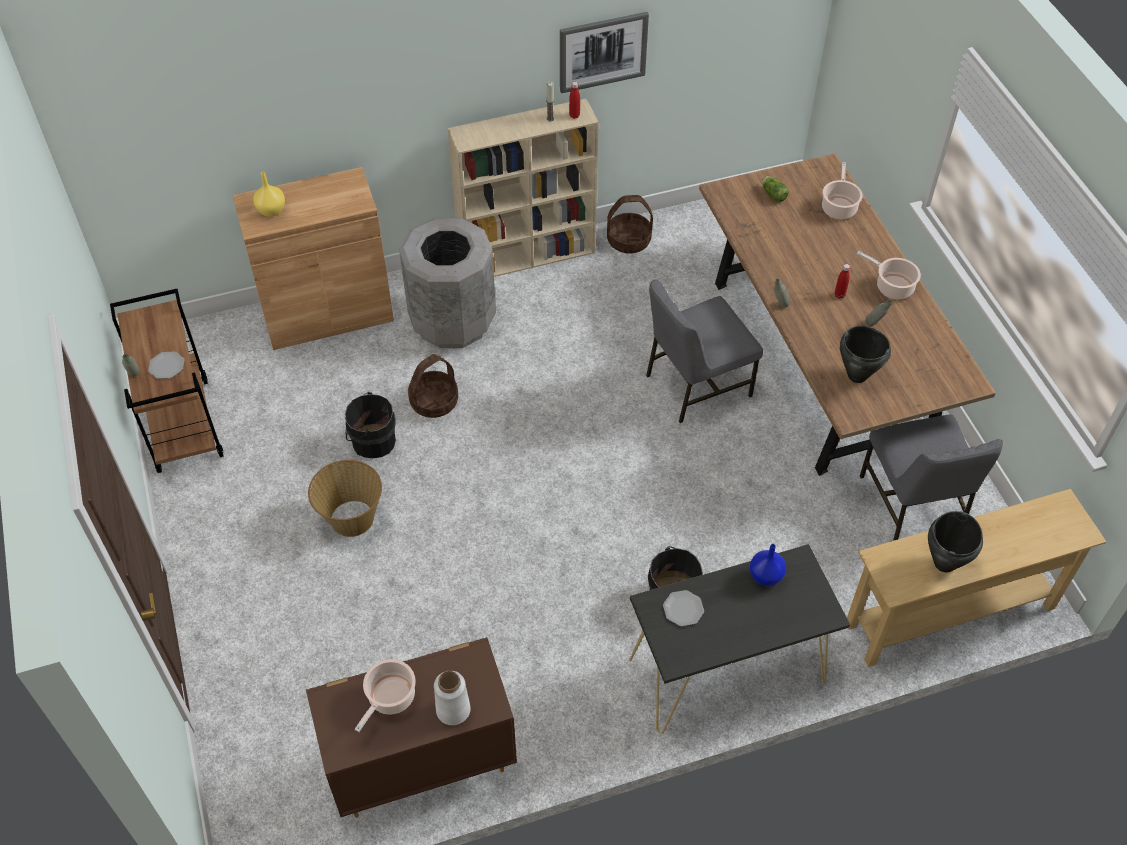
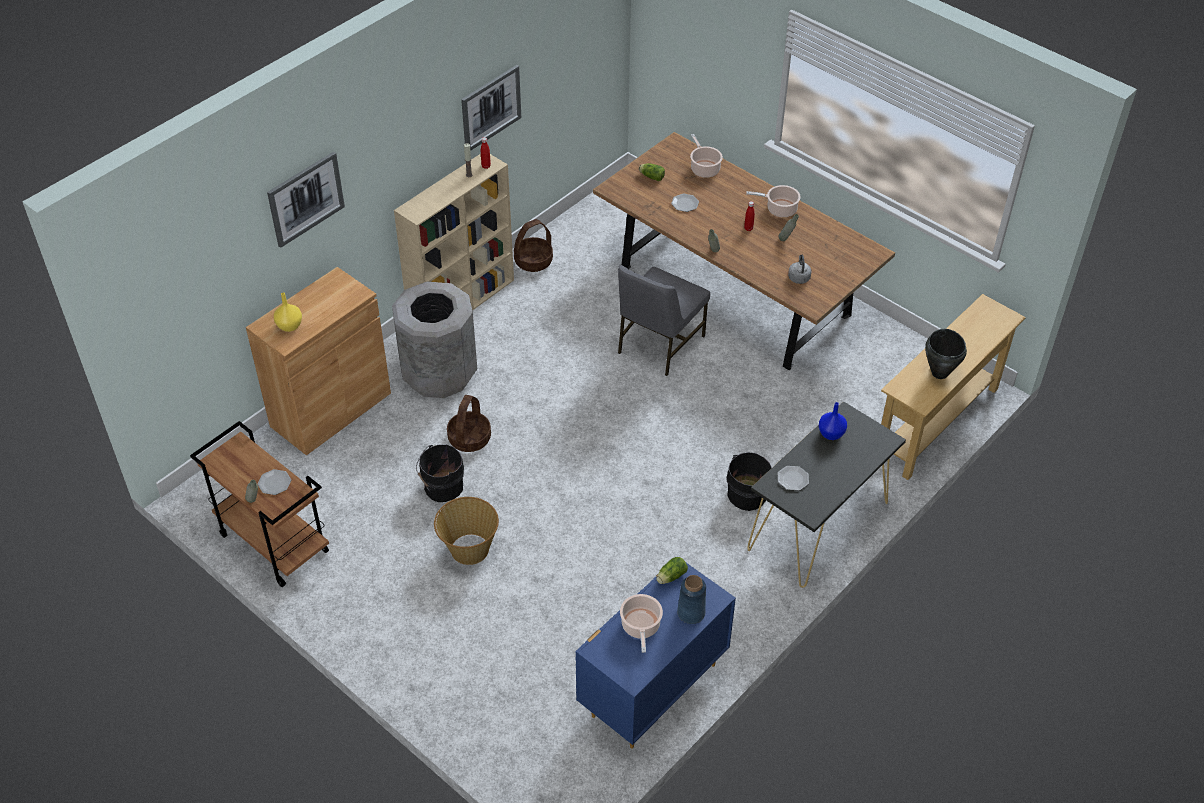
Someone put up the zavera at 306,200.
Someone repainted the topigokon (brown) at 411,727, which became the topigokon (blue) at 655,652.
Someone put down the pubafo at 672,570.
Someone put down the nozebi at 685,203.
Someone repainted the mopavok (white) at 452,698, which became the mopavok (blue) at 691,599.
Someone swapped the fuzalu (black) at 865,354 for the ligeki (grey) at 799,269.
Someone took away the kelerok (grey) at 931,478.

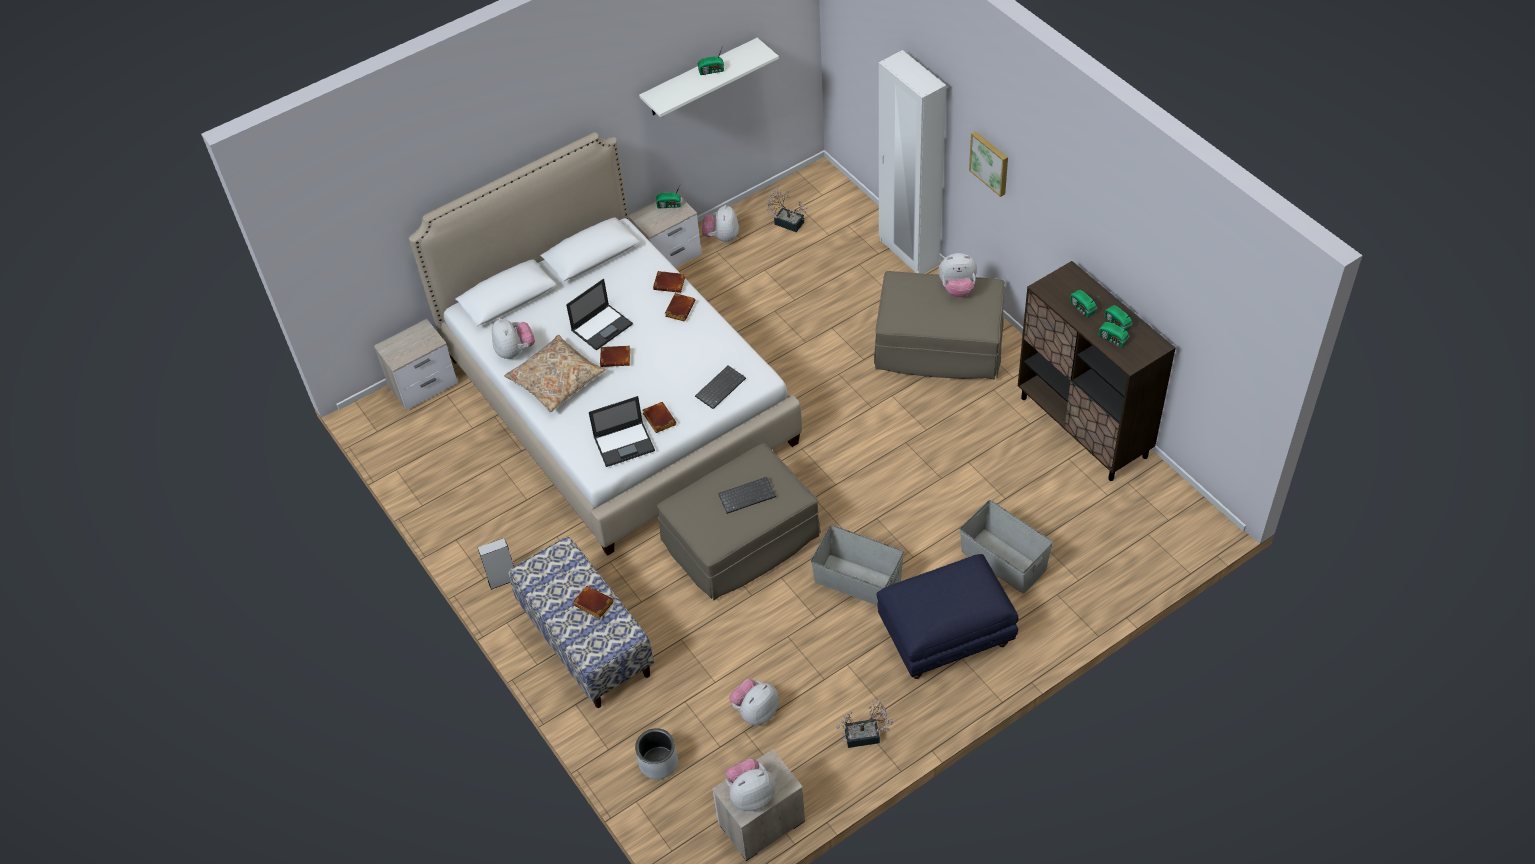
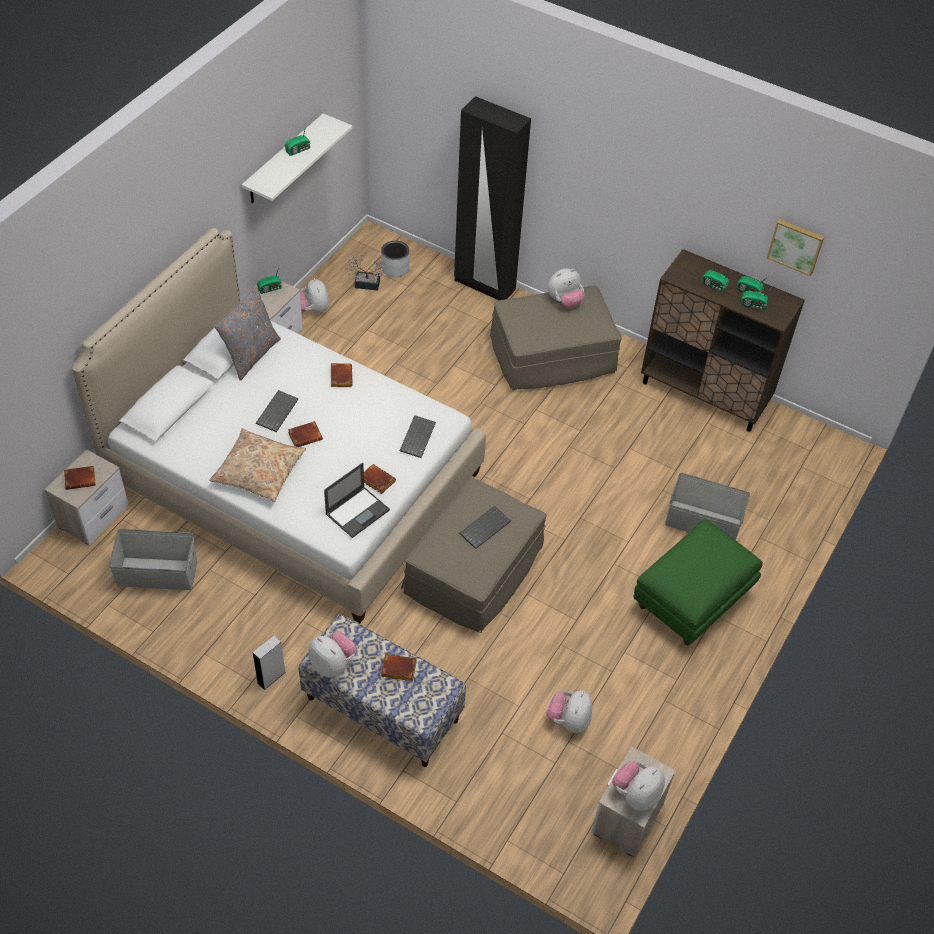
Someone carried the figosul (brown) from 669,282 to 80,478.
Someone carried the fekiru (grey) from 857,565 to 153,559.
Someone put down the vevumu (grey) at 247,333.
Someone swapped the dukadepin at 599,315 for the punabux at 277,411.
Someone carried the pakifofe from 513,338 to 332,654.
Someone carried the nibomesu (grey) from 656,753 to 395,259.
Someone repainted the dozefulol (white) at 912,162, which became the dozefulol (black) at 492,198.
Someone repainted the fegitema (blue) at 947,616, which became the fegitema (green) at 698,582.
Someone carried the zavera from 988,164 to 795,247.
Someone took away the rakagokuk at 864,723.

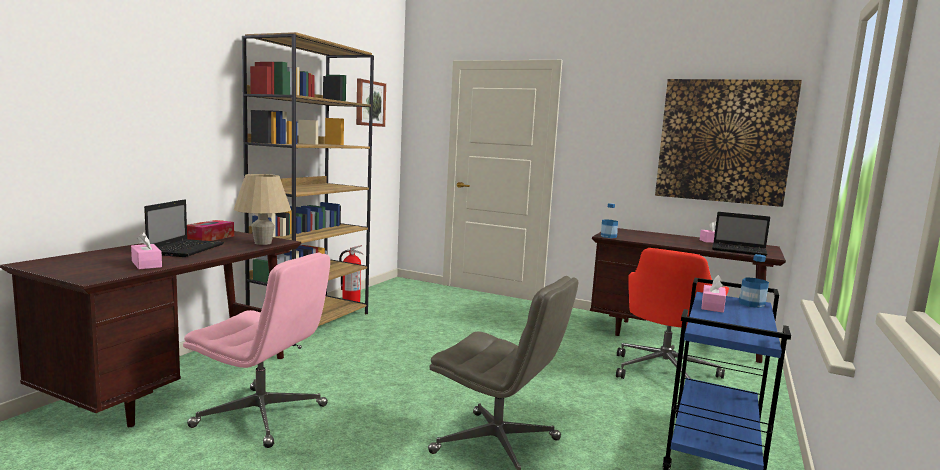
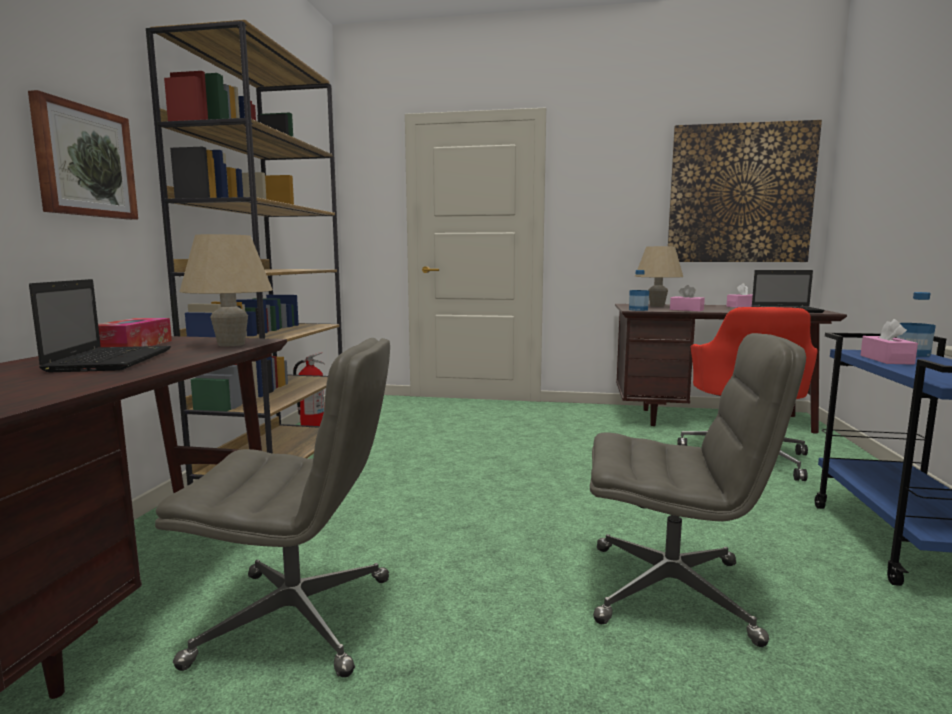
Someone carried the zavera from 371,103 to 83,155.
Someone repainted the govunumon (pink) at 256,350, which became the govunumon (grey) at 272,508.
Someone put down the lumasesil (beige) at 659,276.
Someone carried the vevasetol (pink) from 146,250 to 687,298.

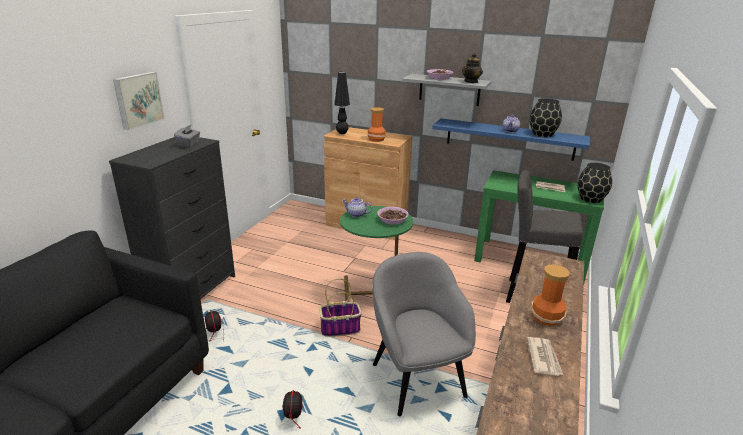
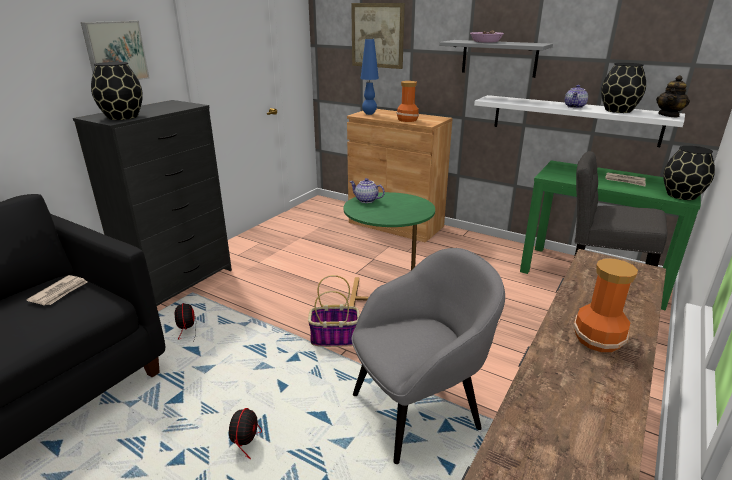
Someone carried the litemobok from 545,356 to 57,290.
Someone put down the mopavok (black) at 117,91.
Someone put up the zavera at 378,36.
Someone rotated the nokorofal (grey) at 424,334 by 75 degrees clockwise.
Someone repainted the lumasesil (black) at 342,103, which became the lumasesil (blue) at 369,77.
Someone repainted the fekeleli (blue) at 511,139, which became the fekeleli (white) at 579,121.
Someone carried the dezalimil from 472,68 to 673,96.
Someone took away the vevasetol (grey) at 187,136.
Someone took away the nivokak at 393,216.

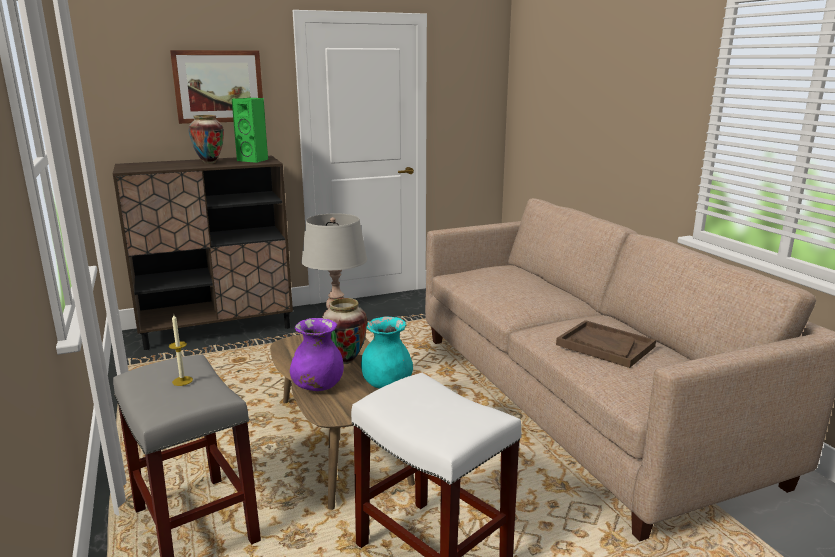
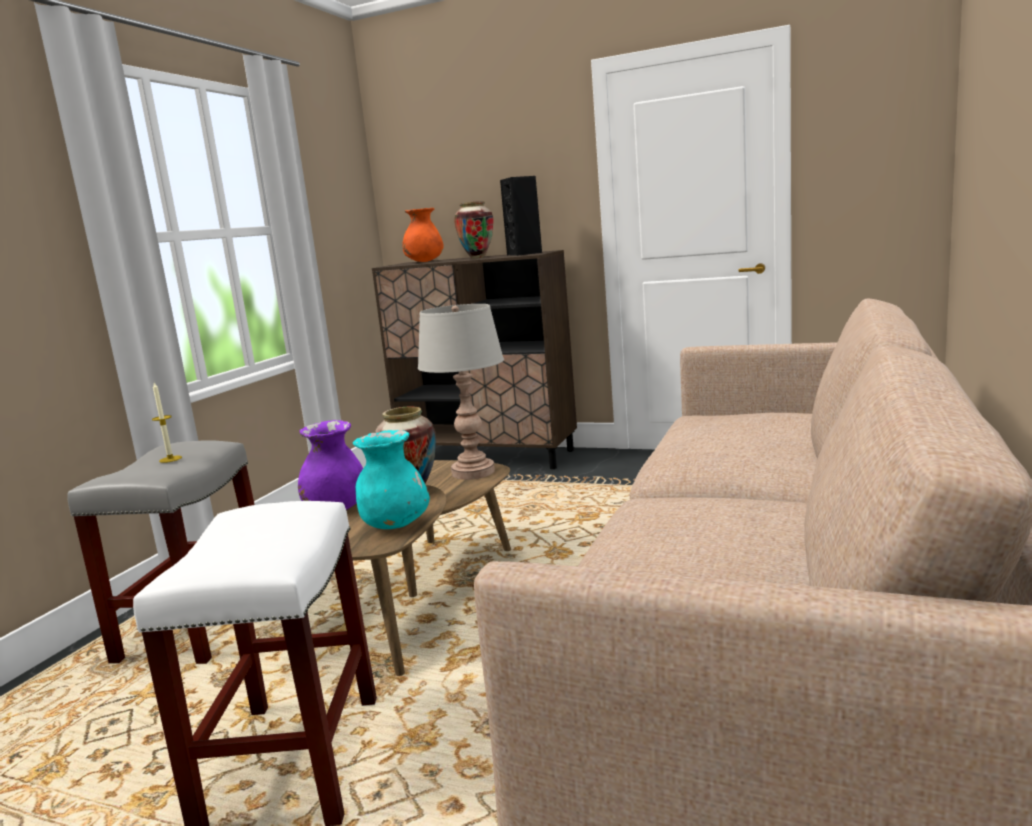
Someone put down the mopavok (orange) at 422,235.
Someone repainted the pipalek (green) at 250,130, which became the pipalek (black) at 521,216.
Someone took away the zavera at 216,87.
Someone took away the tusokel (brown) at 606,344.

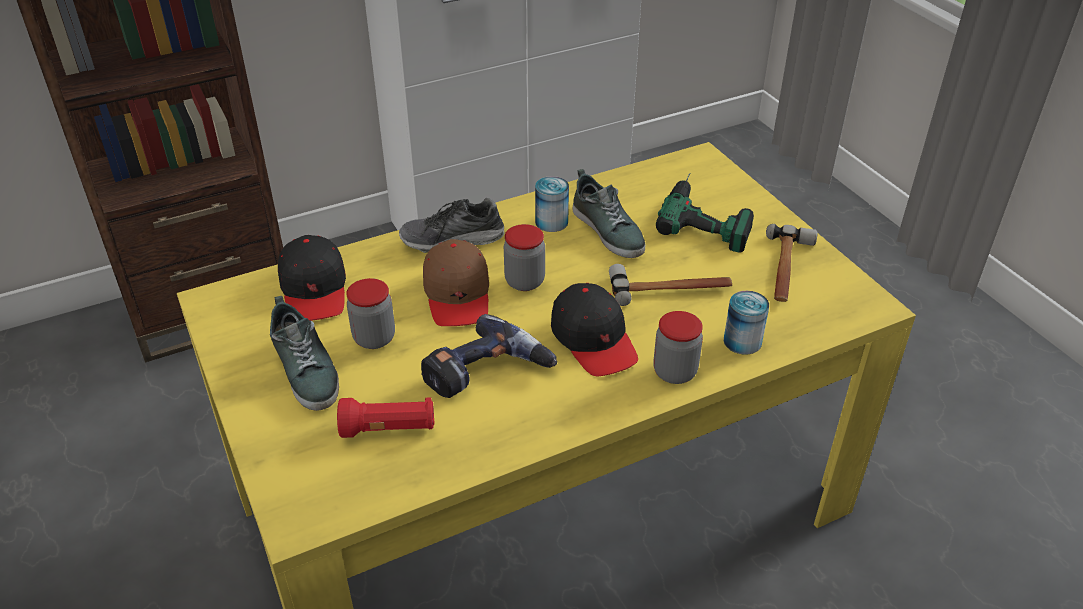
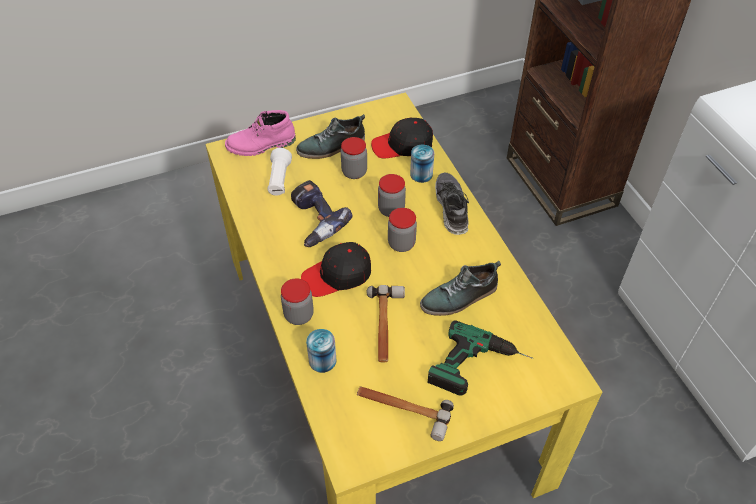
Someone put down the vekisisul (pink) at 260,133.
Someone repainted the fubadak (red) at 385,418, which became the fubadak (white) at 279,172.
Someone swapped the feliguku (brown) at 456,282 for the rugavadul at 392,195.
Someone carried the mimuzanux from 552,204 to 422,164.

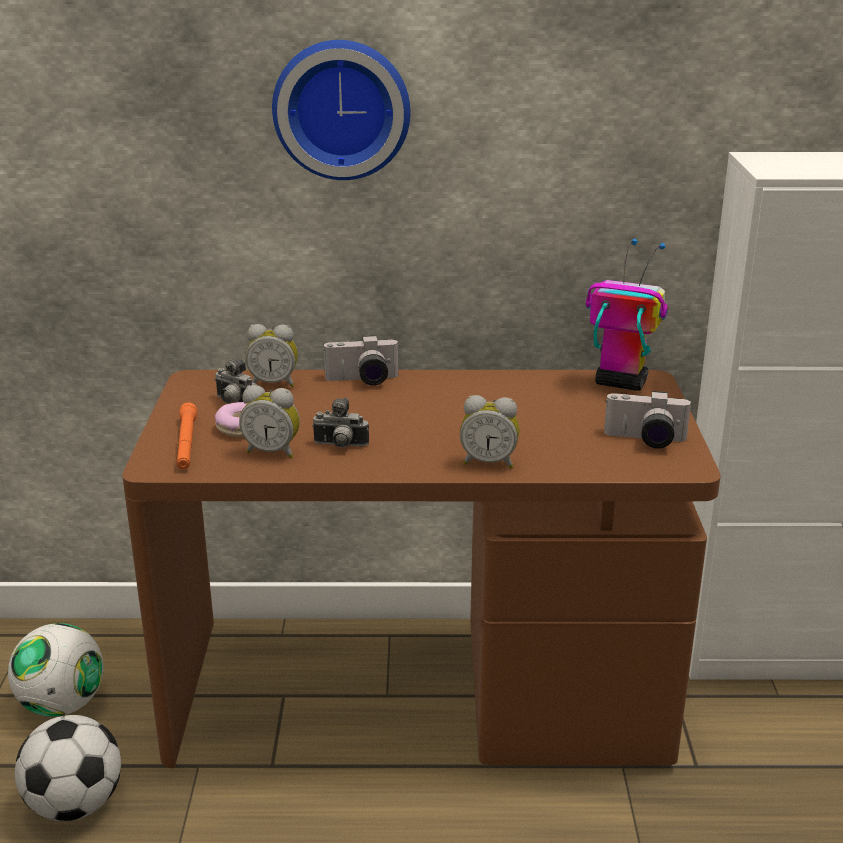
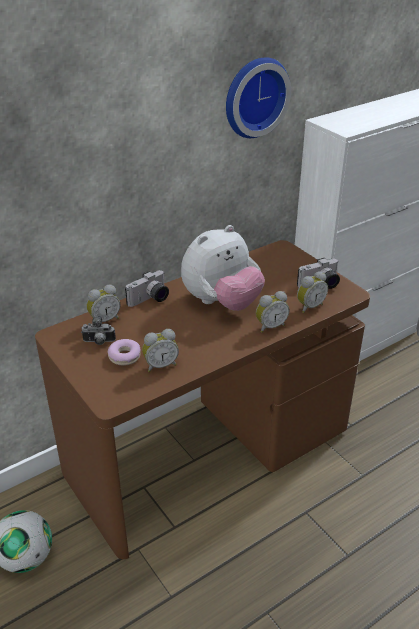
Someone put down the pakifofe at 223,268.
Someone carried the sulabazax from 341,110 to 258,97.
Someone put down the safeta at 312,292.
Someone took away the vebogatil at 68,768.
Someone took away the fubadak (orange) at 186,436.
Someone took away the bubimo at 340,423.
Someone took away the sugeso at 627,315.

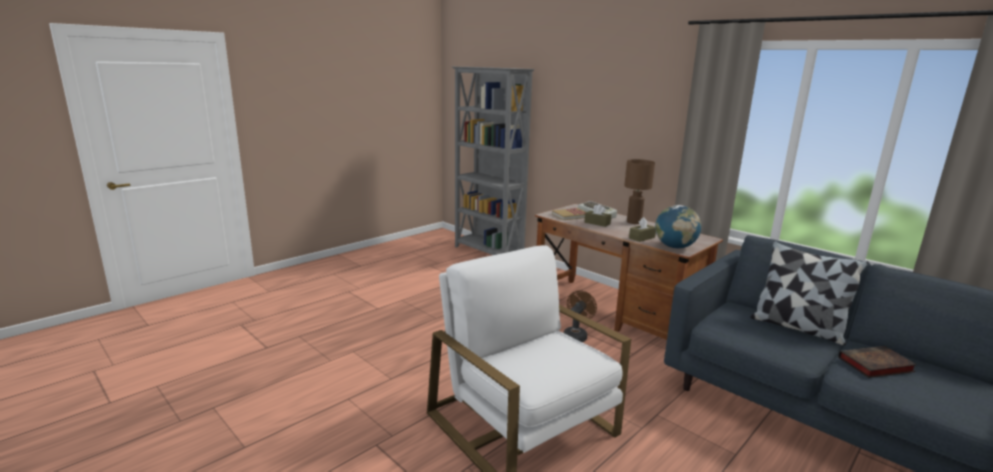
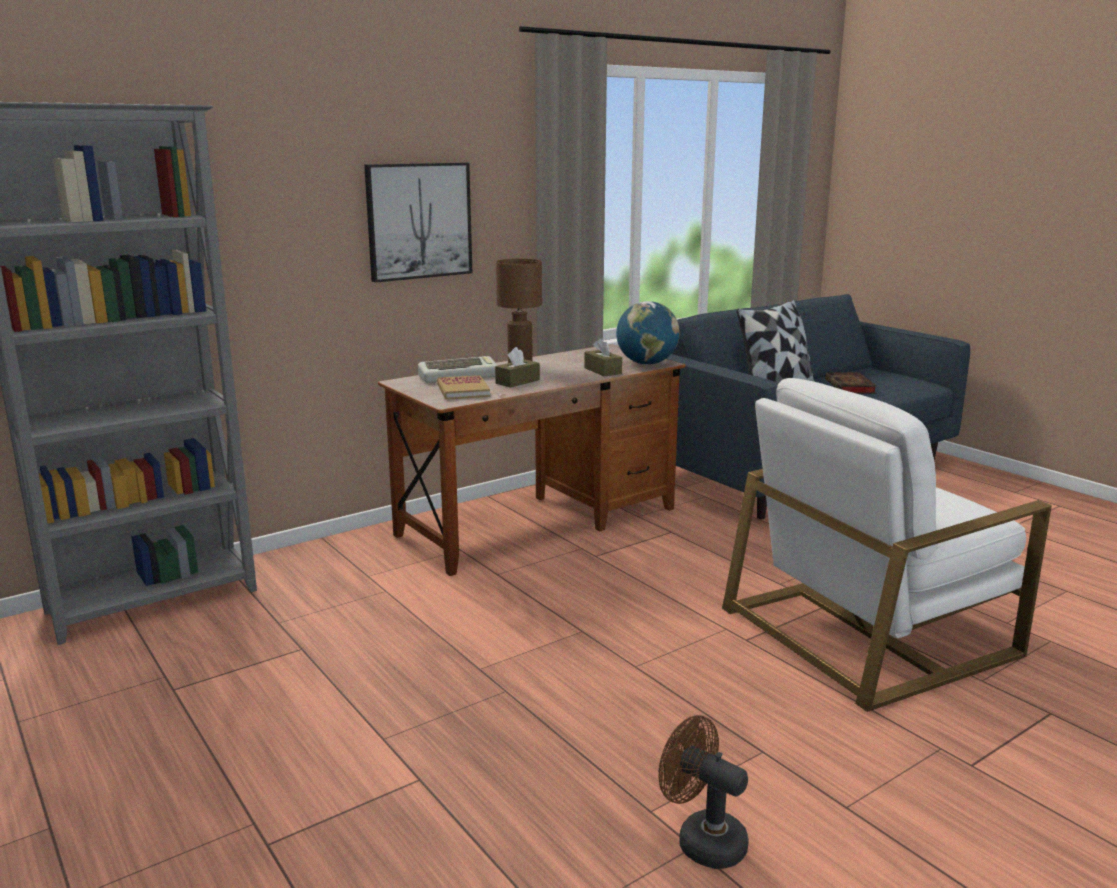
Someone put up the zavera at 418,223.
Someone carried the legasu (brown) from 580,316 to 703,792.

